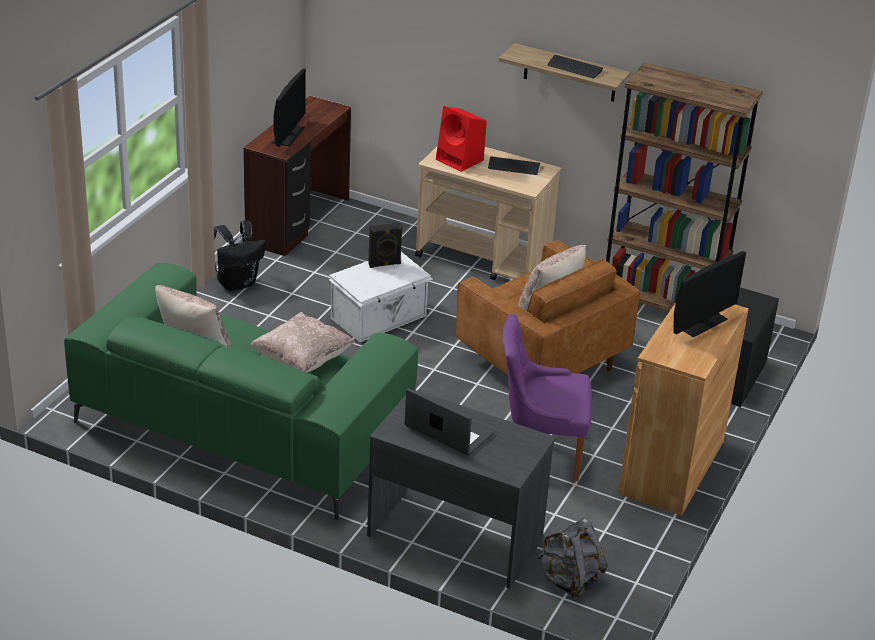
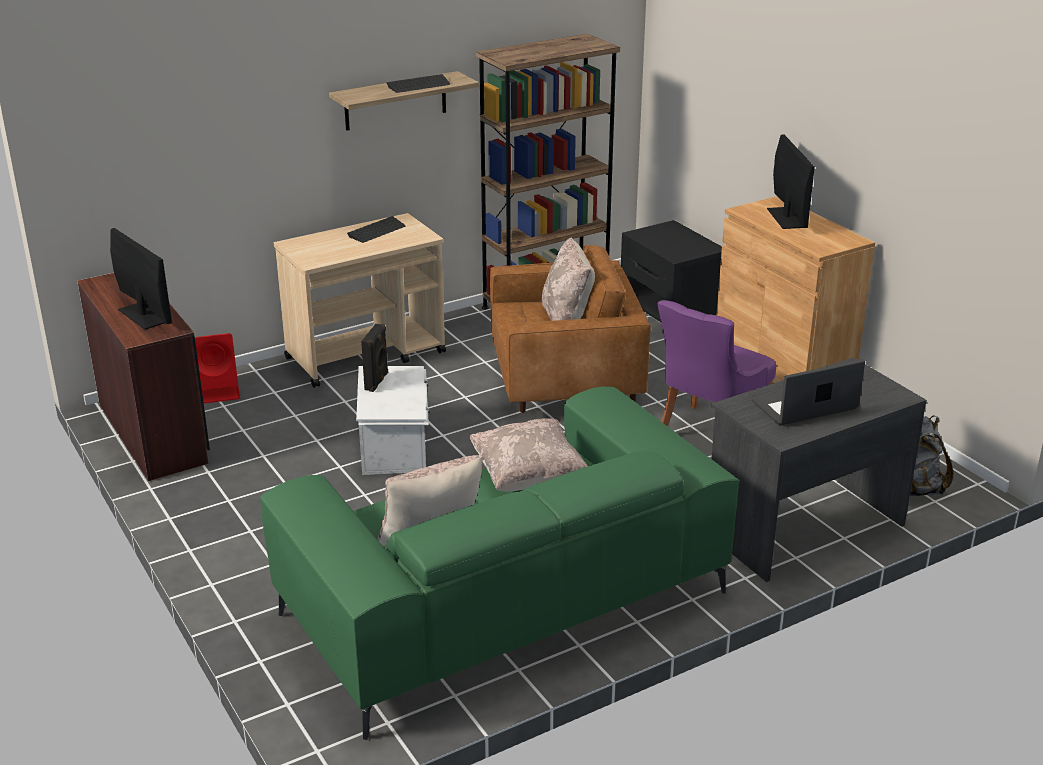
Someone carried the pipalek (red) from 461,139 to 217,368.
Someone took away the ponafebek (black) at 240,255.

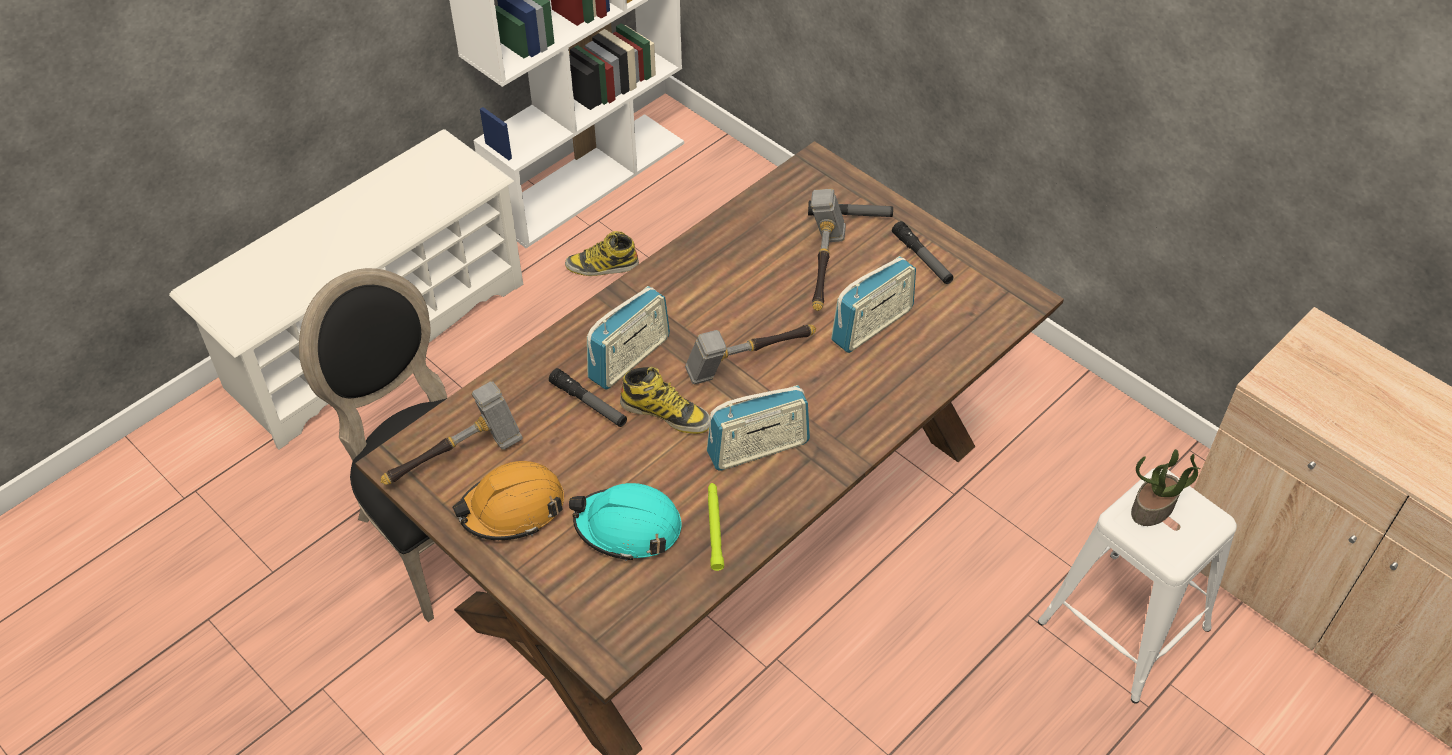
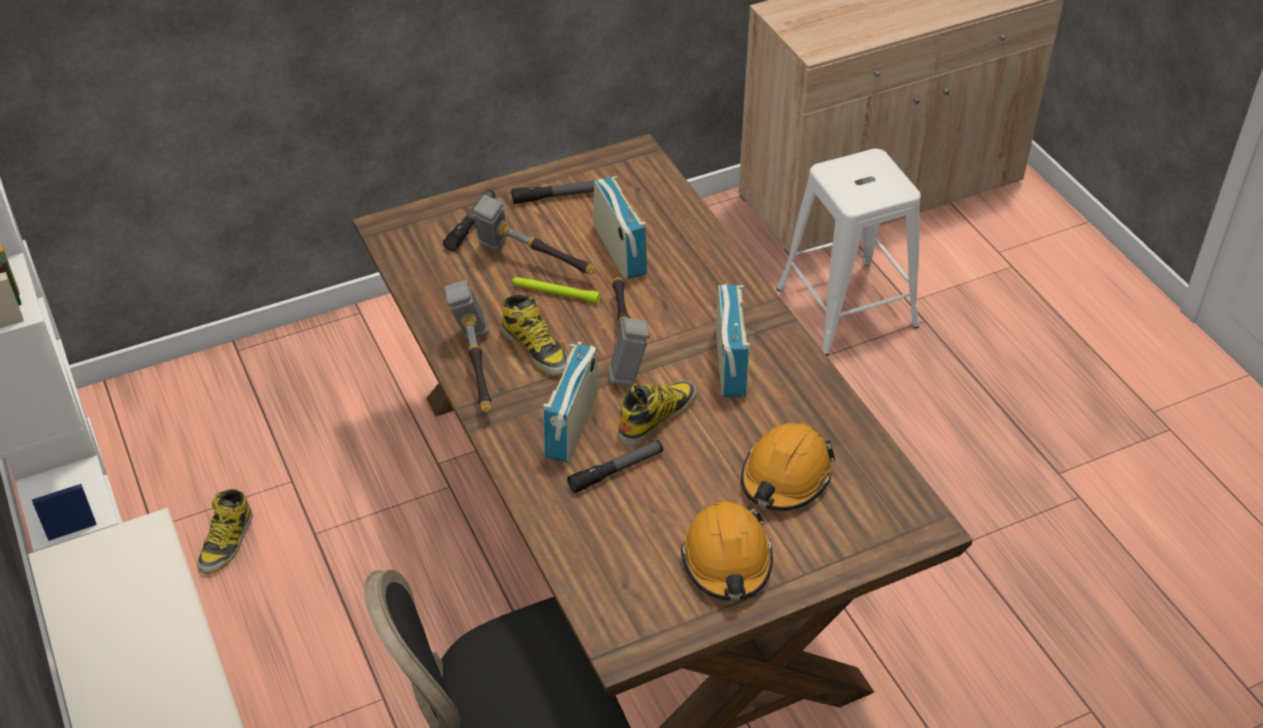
Someone carried the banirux from 451,433 to 468,346.
Someone put down the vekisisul at 534,335.
Someone carried the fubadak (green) from 716,527 to 556,290.
Someone rotated the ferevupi at 628,338 by 135 degrees counterclockwise.
Someone repainted the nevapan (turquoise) at 625,522, which became the nevapan (orange) at 788,467.
Someone took away the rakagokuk at 1165,487.

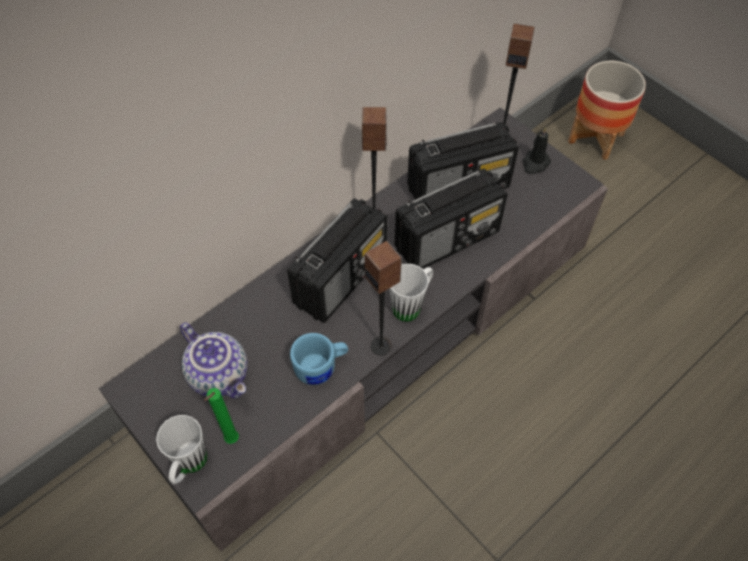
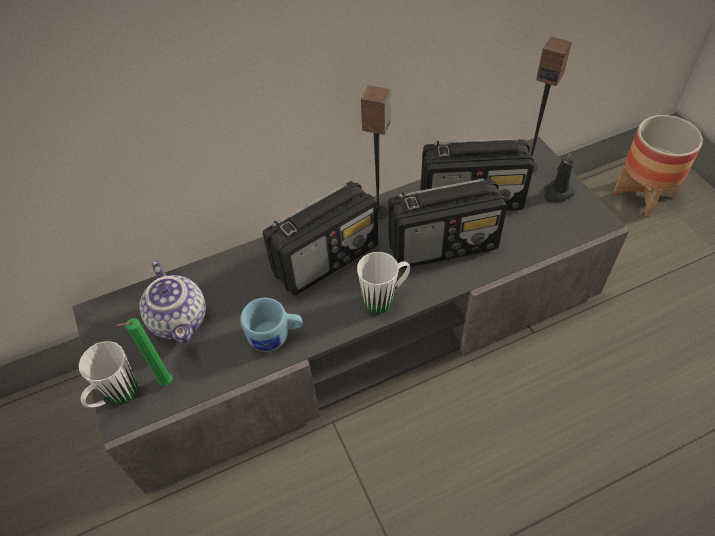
Someone took away the pipalek at 383,298.

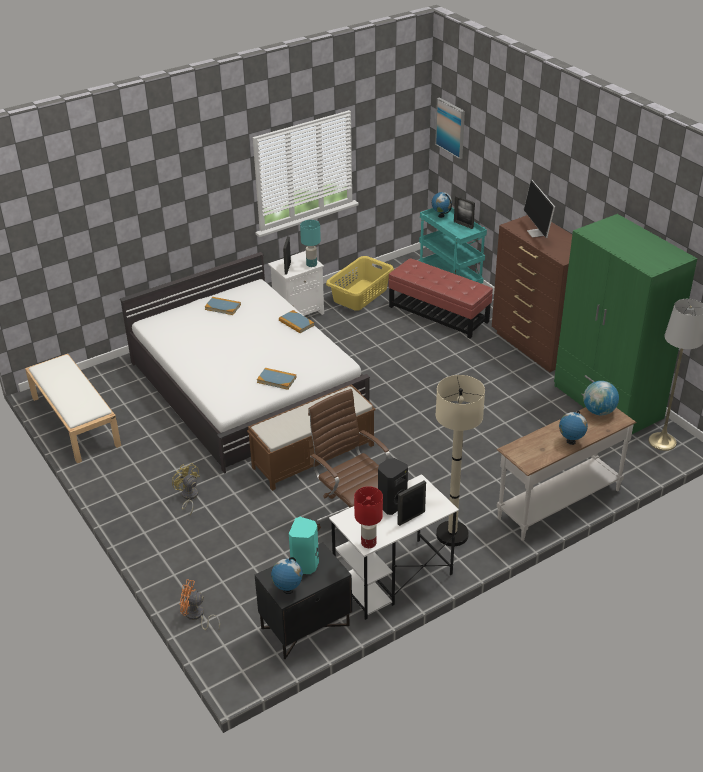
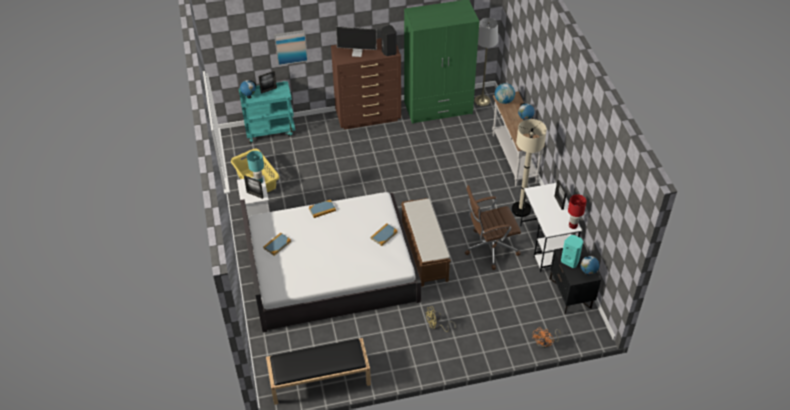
Someone repainted the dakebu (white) at 73,408, which became the dakebu (black) at 318,371.
Someone carried the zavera from 450,128 to 291,48.
Someone carried the pipalek (black) from 393,486 to 389,40.
Someone took away the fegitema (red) at 440,298.

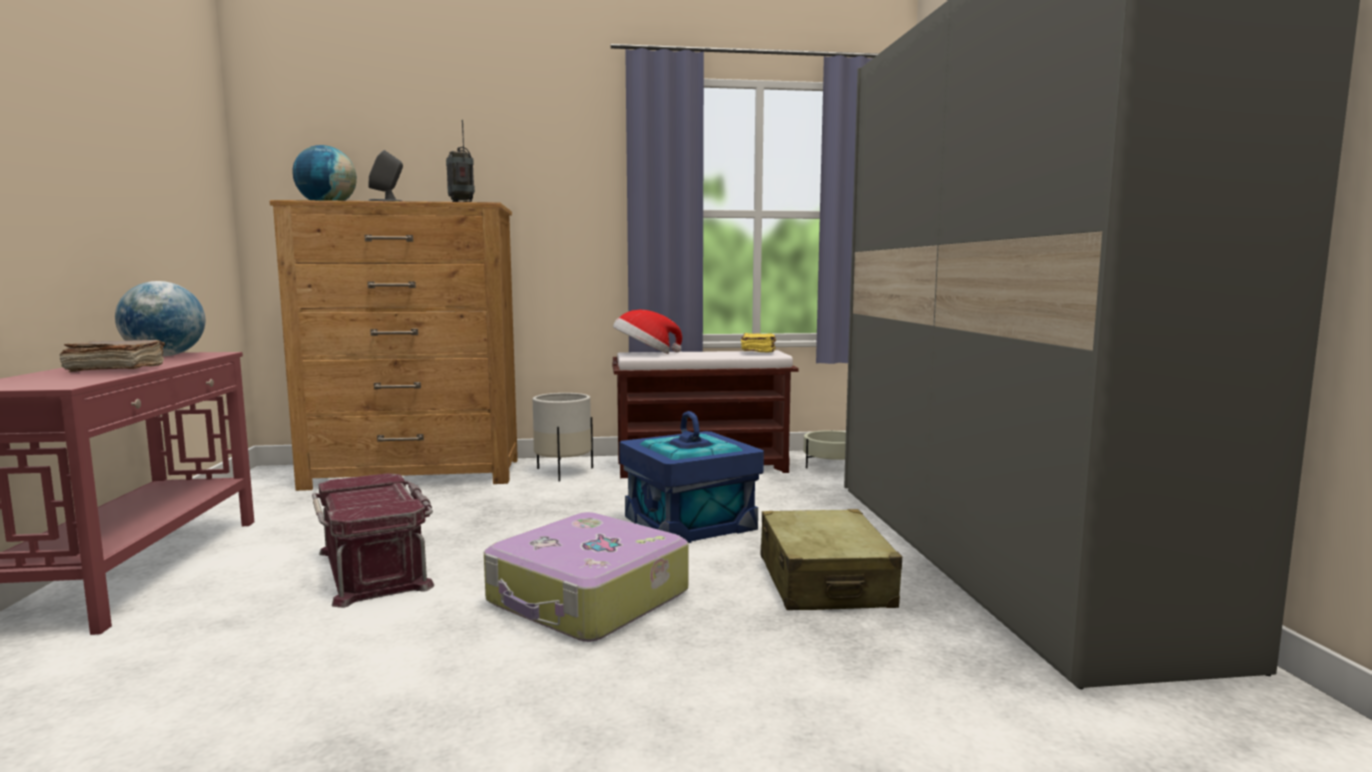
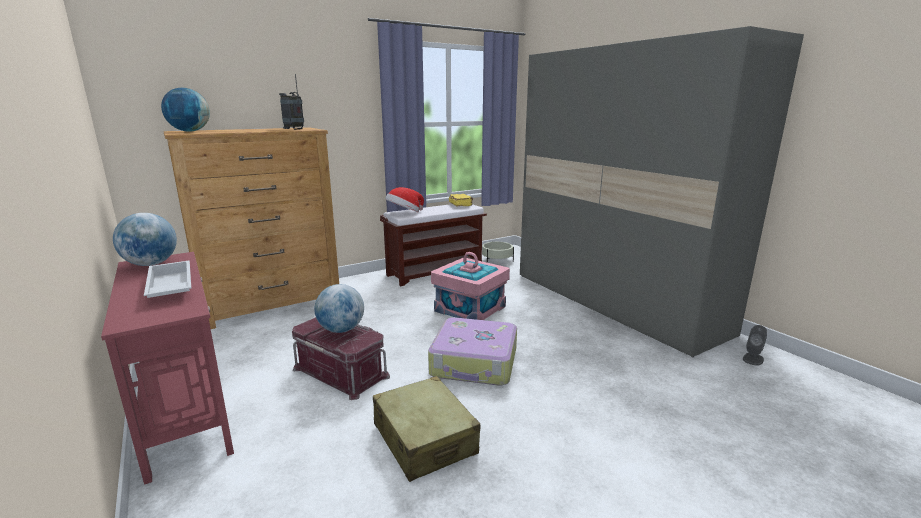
Someone swapped the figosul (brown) at 112,356 for the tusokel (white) at 167,279.
Someone put down the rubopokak at 339,308.
Someone carried the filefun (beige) from 831,559 to 426,429.
Someone repainted the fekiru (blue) at 691,477, which became the fekiru (pink) at 470,286.
Someone carried the pipalek (grey) from 385,175 to 755,345.
Someone took away the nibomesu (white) at 563,437.

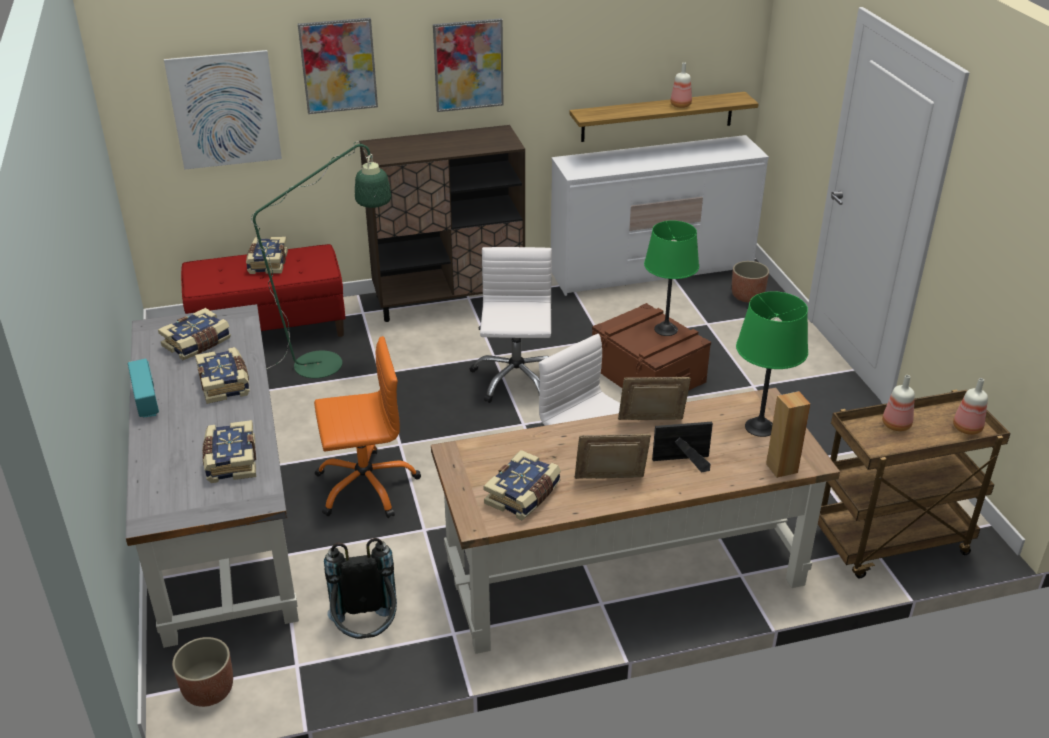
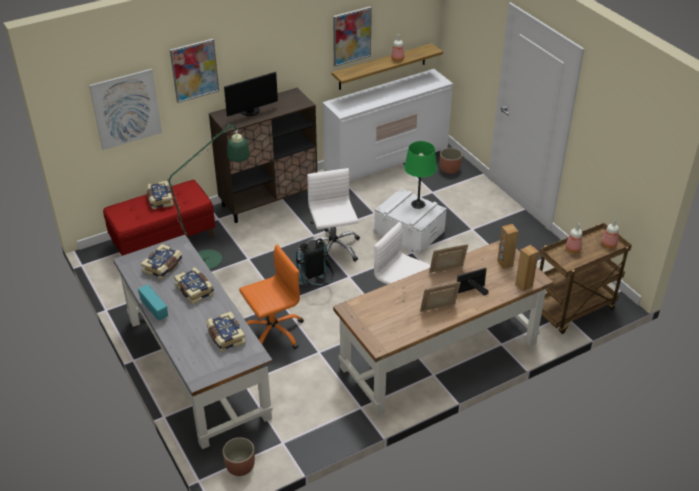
Someone put down the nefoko at 251,94.
Someone carried the ponafebek (black) from 360,588 to 315,262.
Someone carried the zavera from 468,65 to 352,36.
Someone repainted the fekiru (brown) at 651,346, which became the fekiru (white) at 410,221.
Someone swapped the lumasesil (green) at 772,364 for the pipalek (brown) at 507,246.
Someone took away the figosul at 522,485.

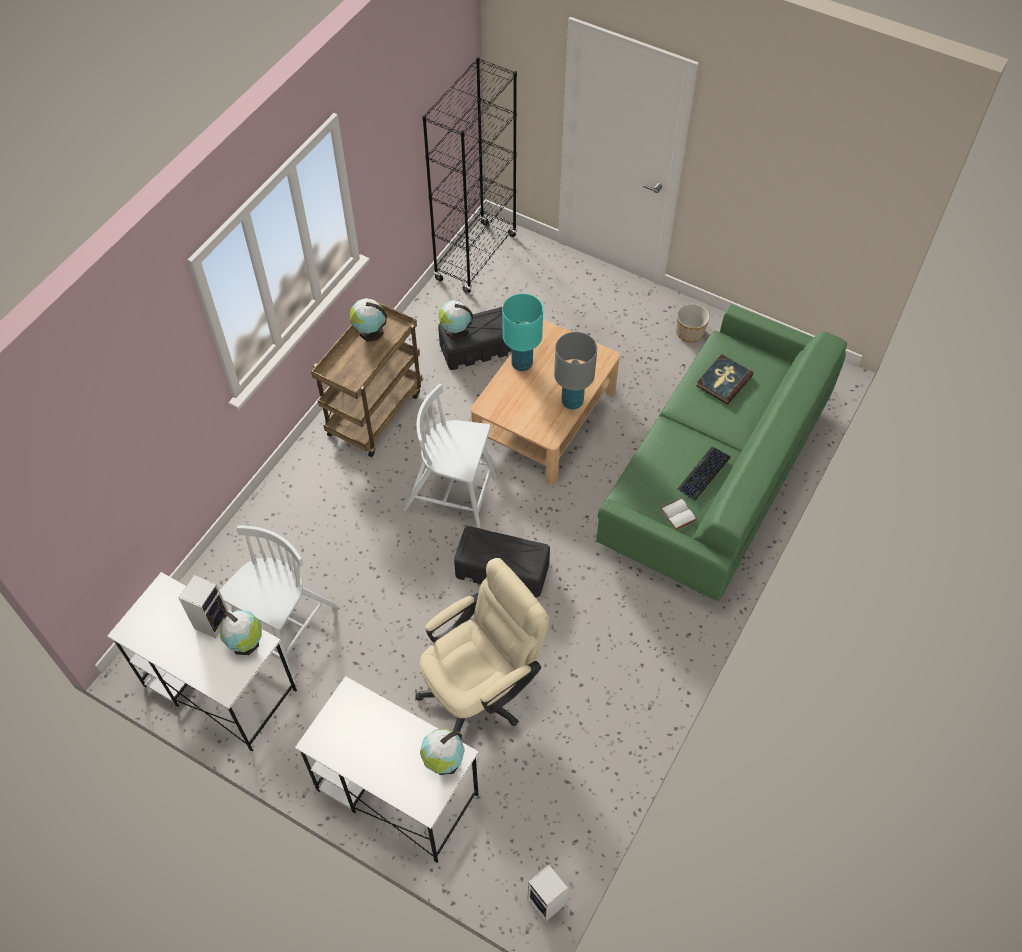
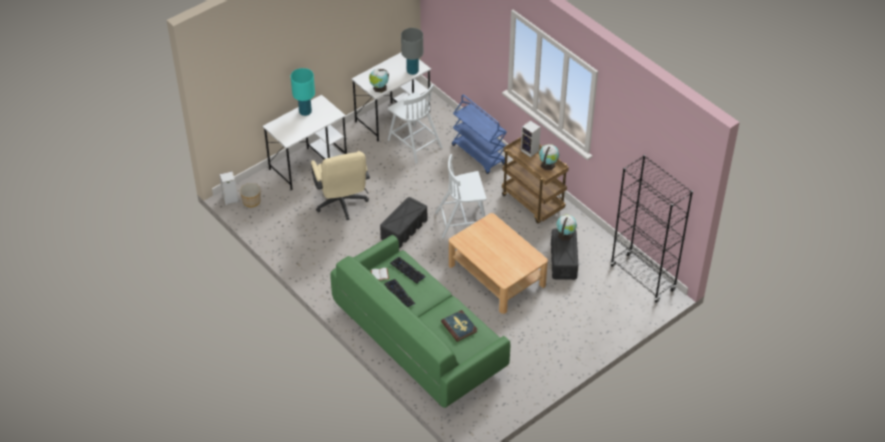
Someone carried the nibomesu from 693,323 to 250,195.
Someone carried the lumasesil (turquoise) from 522,332 to 303,92.
Someone put down the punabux at 408,270.
Someone carried the lumasesil (grey) from 575,371 to 412,51.
Someone rotated the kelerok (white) at 449,456 by 135 degrees counterclockwise.
Someone put down the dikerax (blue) at 479,134.
Someone carried the pipalek from 204,606 to 531,138.
Someone took away the rubopokak at 442,752.

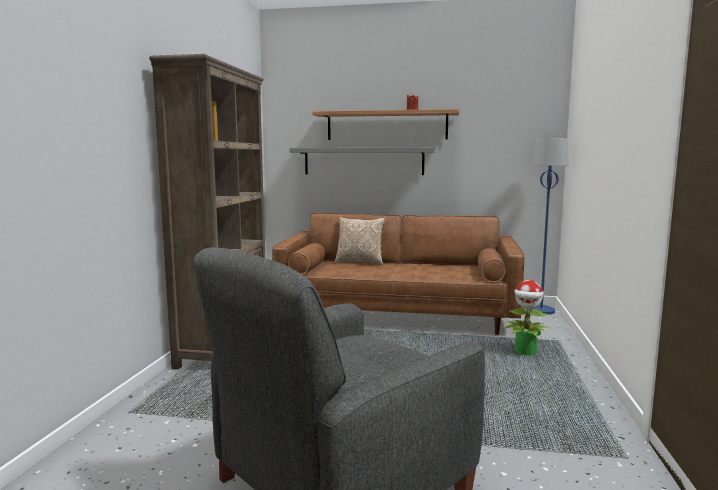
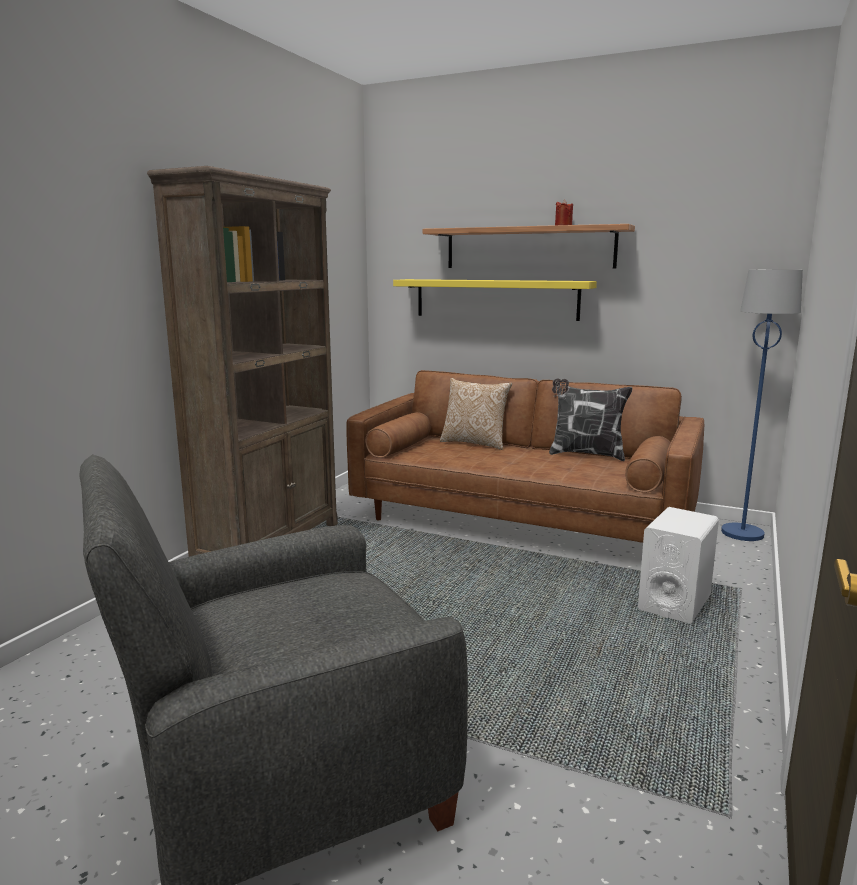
Someone repainted the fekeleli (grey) at 362,161, which became the fekeleli (yellow) at 495,300.
Someone put down the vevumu at 591,419.
Someone swapped the rakagokuk at 527,317 for the pipalek (white) at 678,565.

